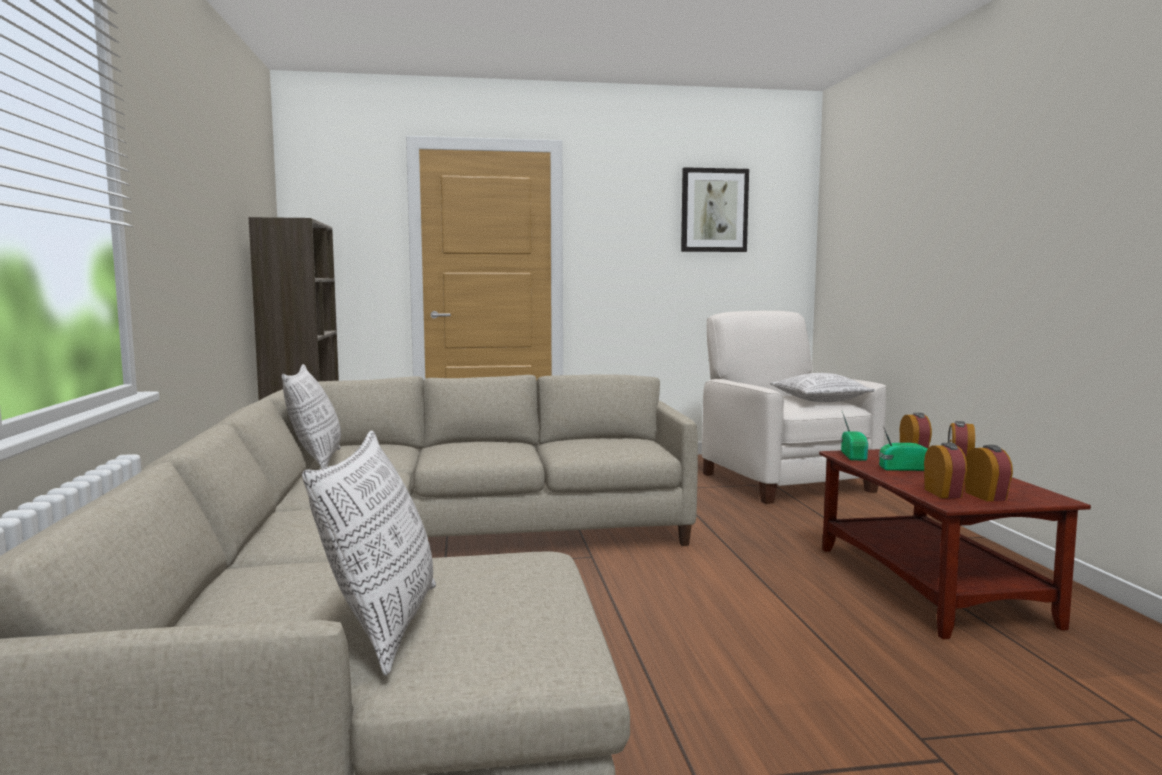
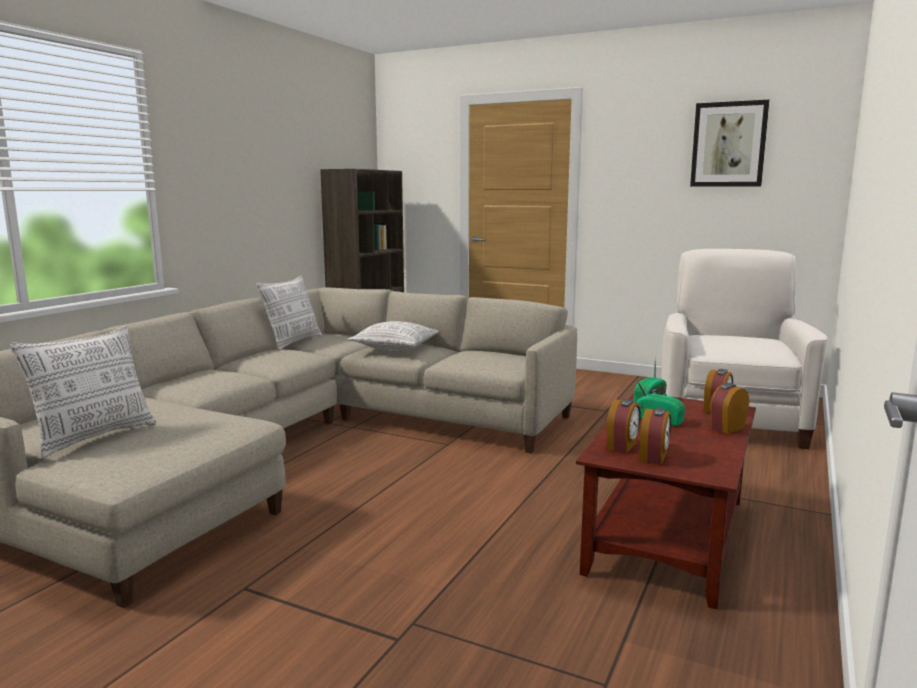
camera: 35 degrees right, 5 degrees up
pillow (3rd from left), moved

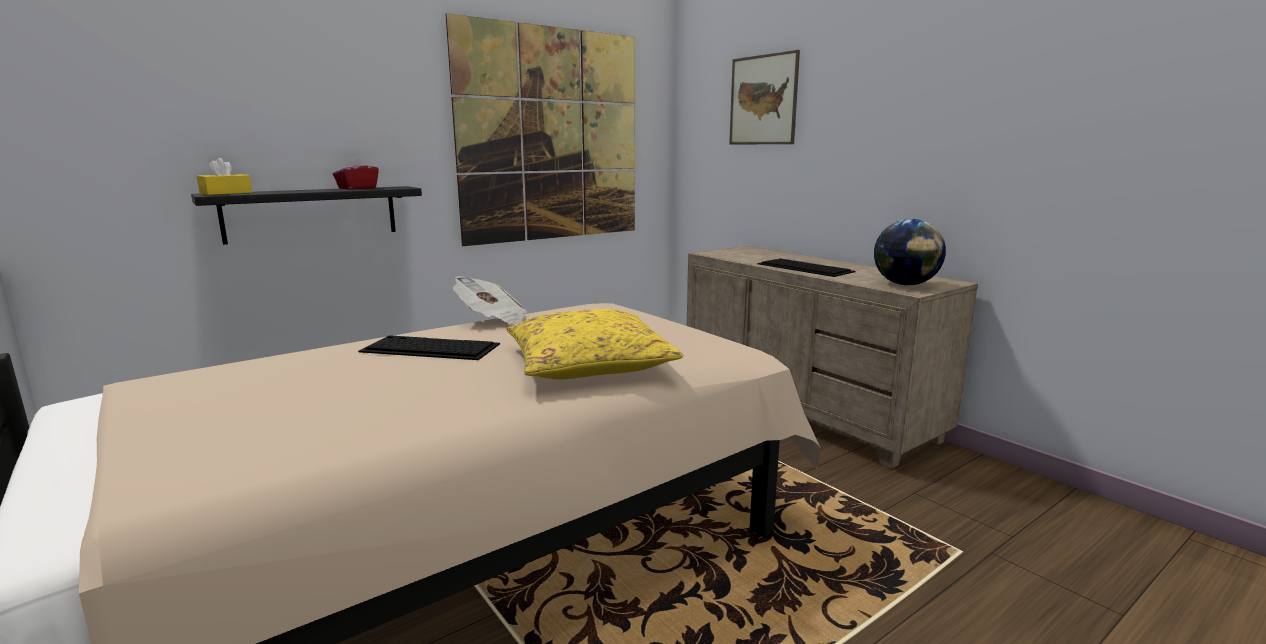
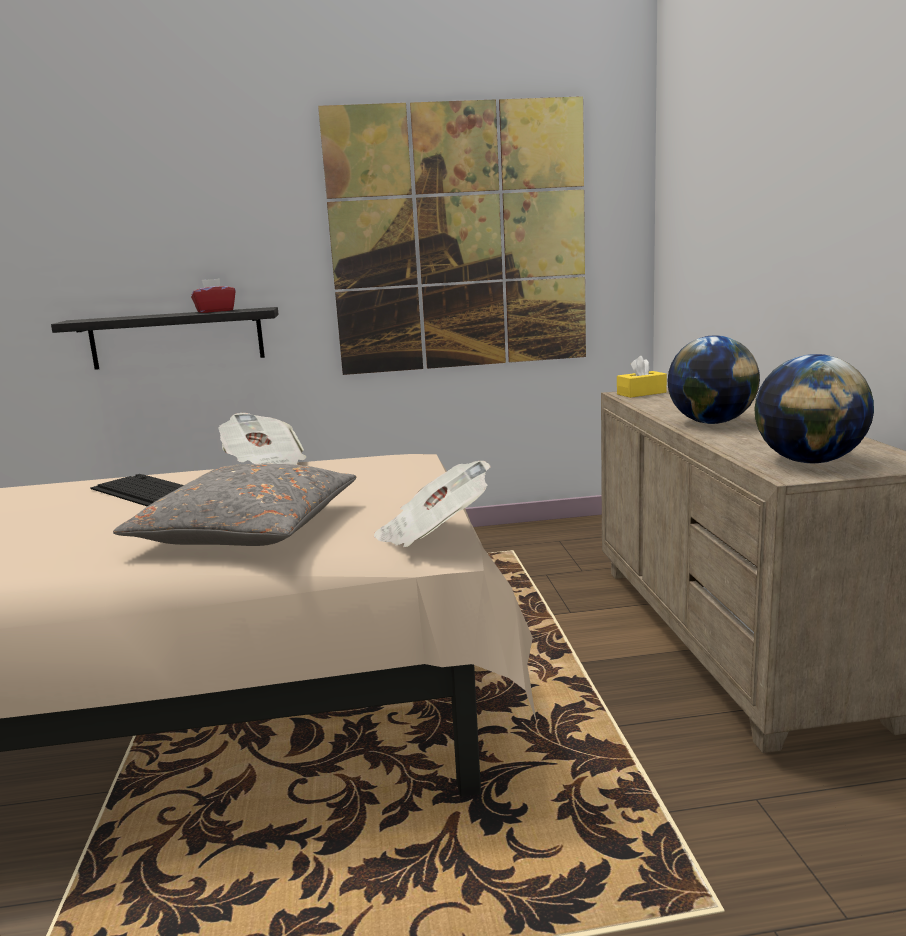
camera: 30 degrees right, 0 degrees up
tissue box (yellow), moved
pillow (yellow) -> pillow (grey)
picture (2nd from left) -> none
keyboard (2nd from left) -> globe (1st from left)
none -> newspaper (2nd from left)

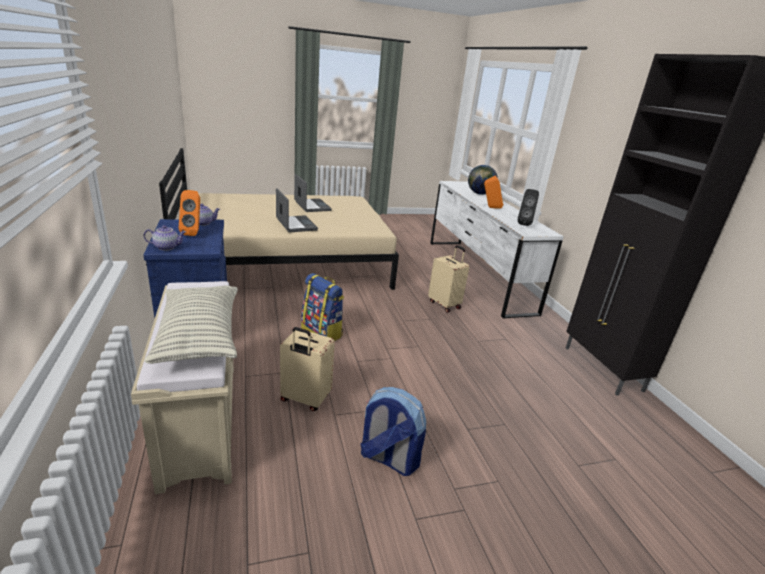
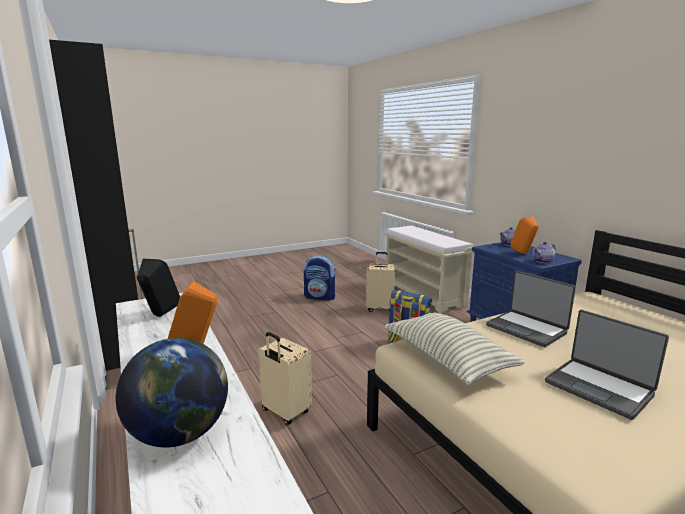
camera: 170 degrees right, 10 degrees down
pillow, moved

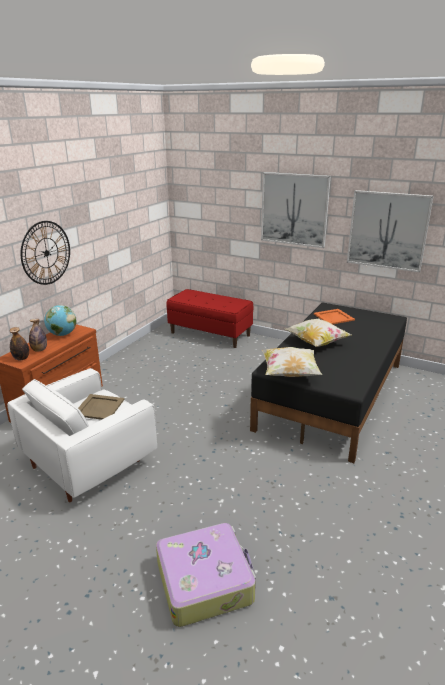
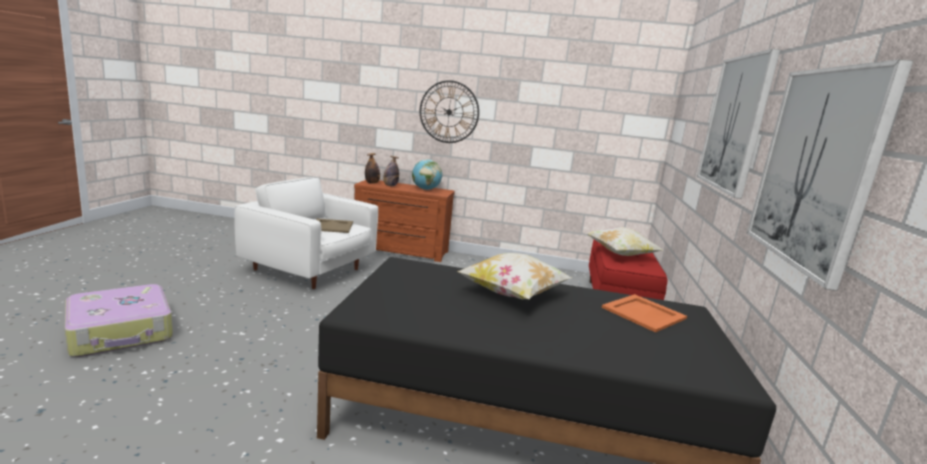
camera: 70 degrees right, 10 degrees down
pillow (1st from left in the first image) -> pillow (2nd from left), moved

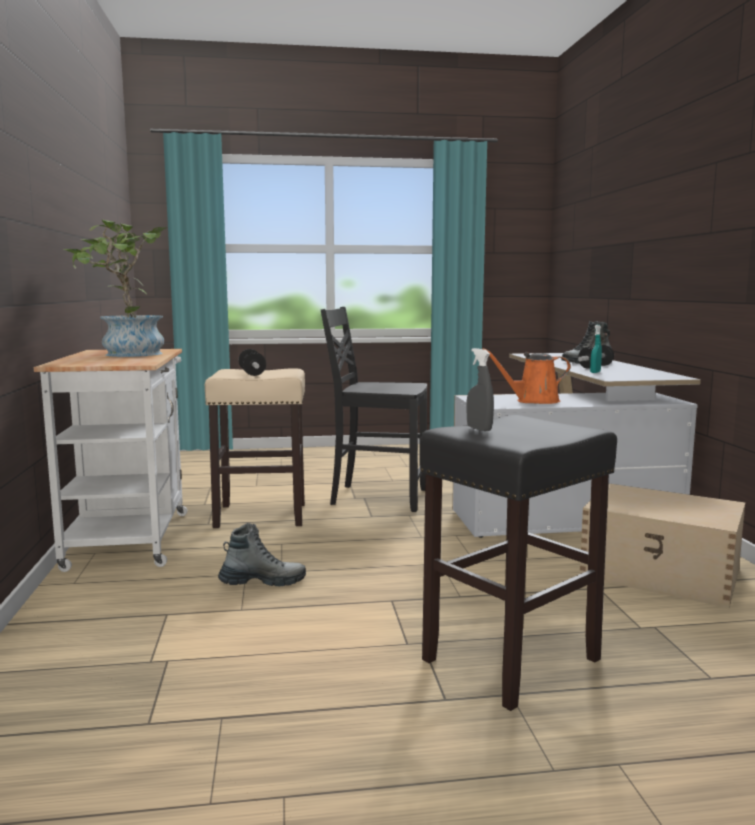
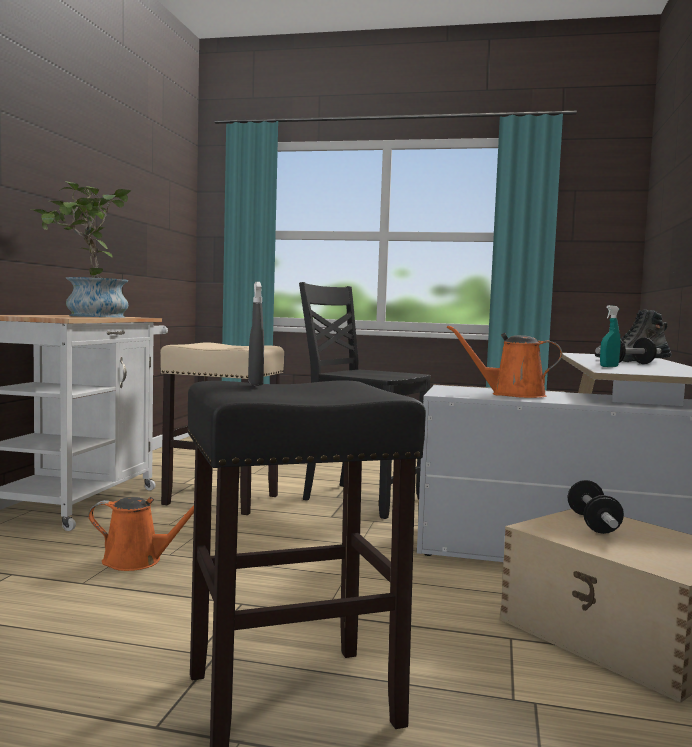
camera: 20 degrees right, 5 degrees down
boot (1st from left) -> watering can (orange) (1st from left)
dumbbell (1st from left), moved

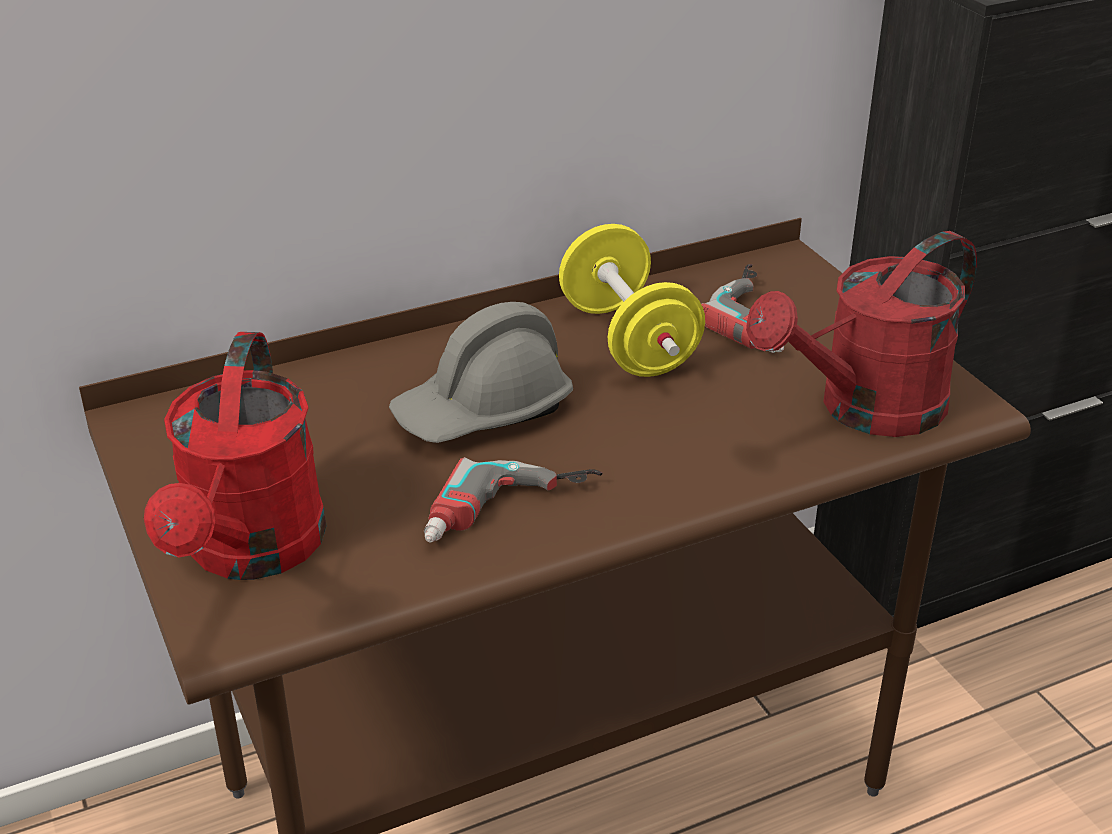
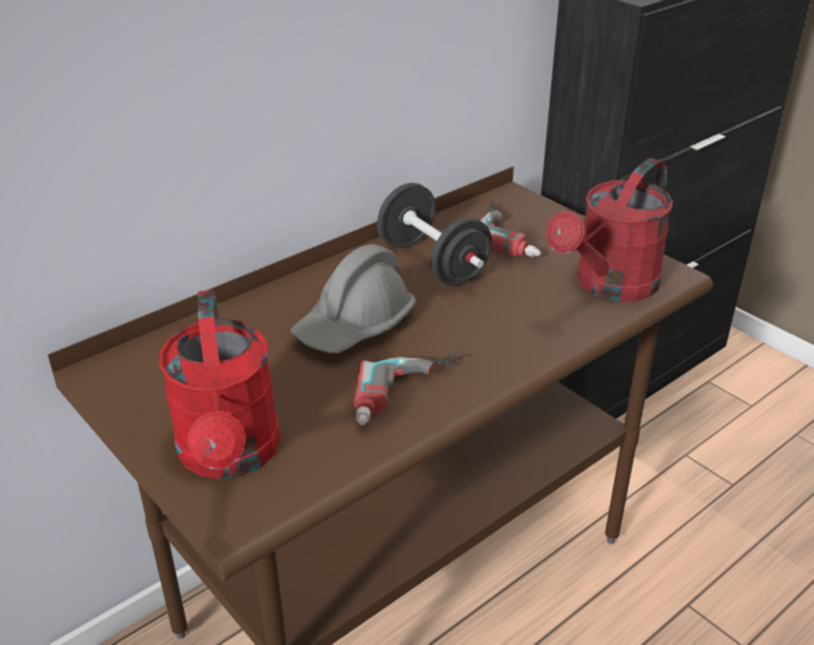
camera: 15 degrees left, 0 degrees up
dumbbell (yellow) -> dumbbell (black)

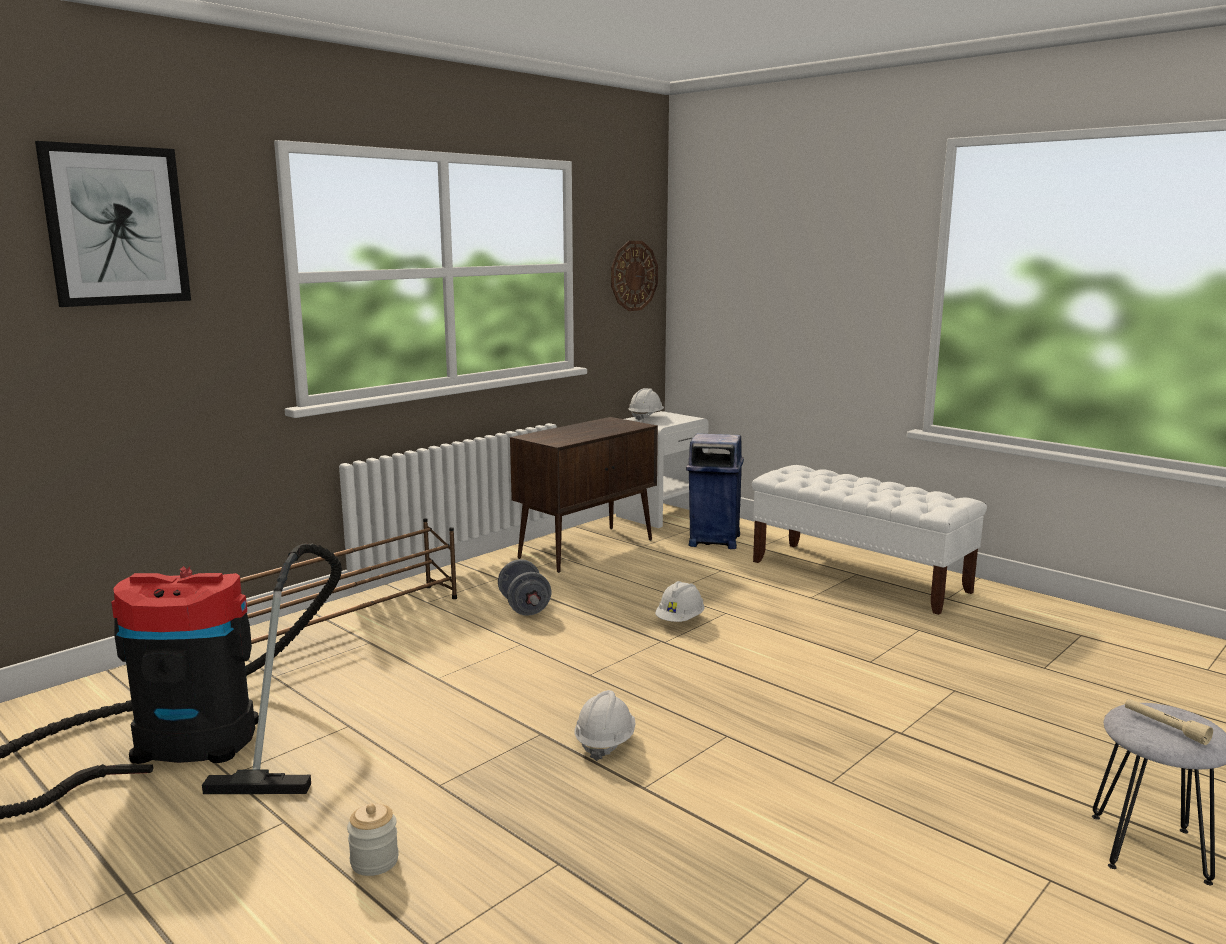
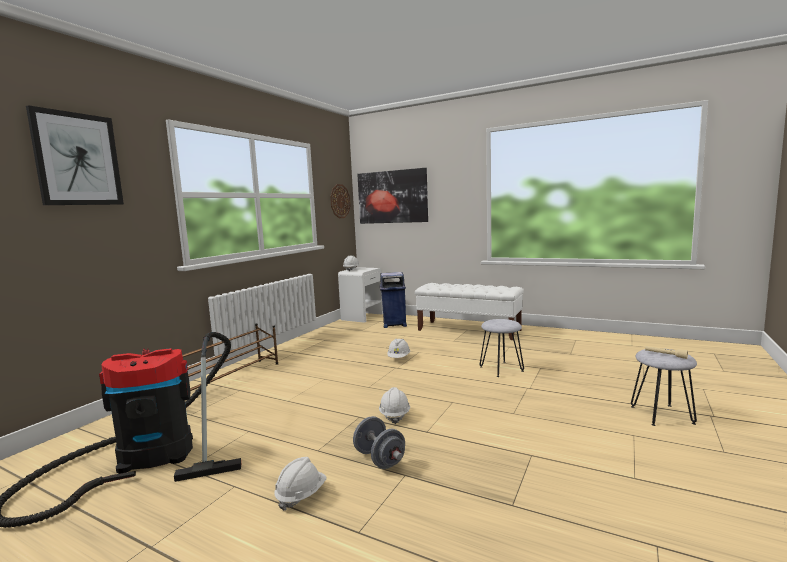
camera: 15 degrees left, 5 degrees down
jar -> hard hat (white) (1st from left)
dumbbell (grey), moved
cabinet (brown) -> none
none -> picture (2nd from left)
none -> stool (grey) (1st from left)

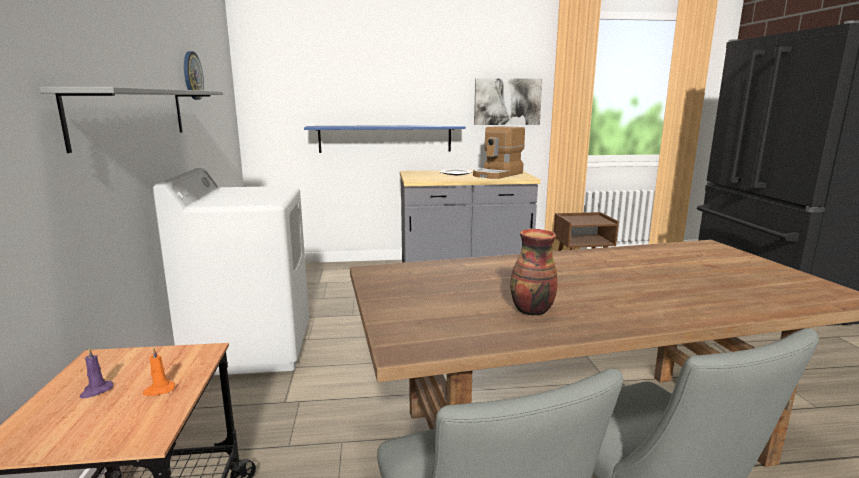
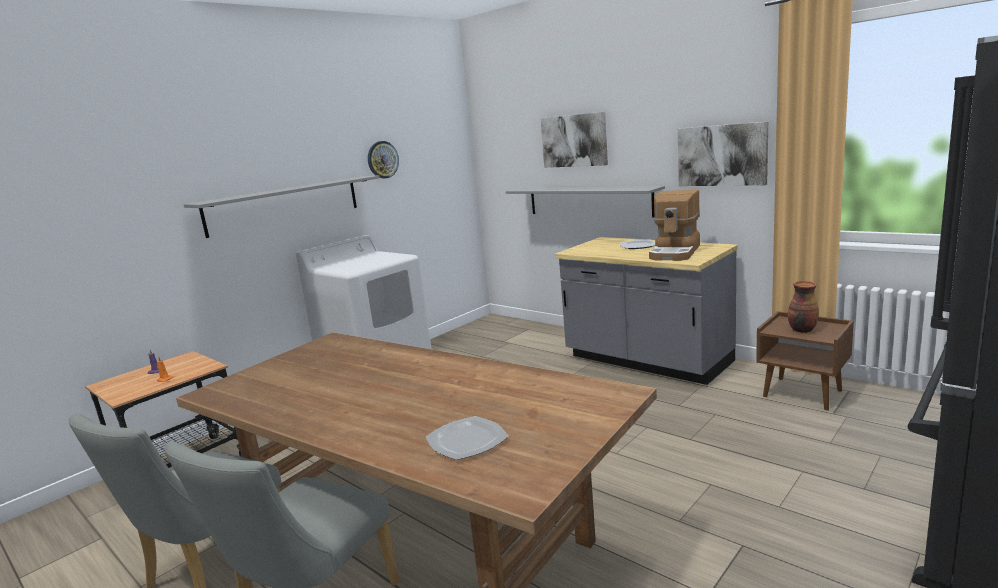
camera: 50 degrees right, 0 degrees up
shelf (blue) -> shelf (grey) (2nd from left)
coffee machine, 60 degrees counterclockwise
vase, moved
none -> plate (1st from left)
none -> picture (1st from left)

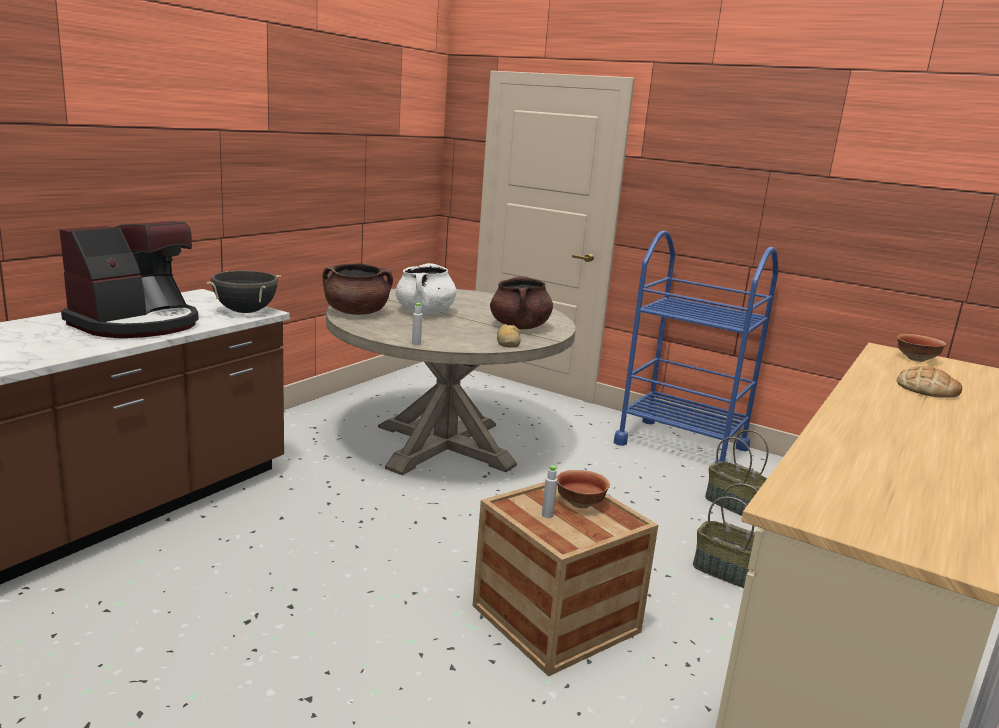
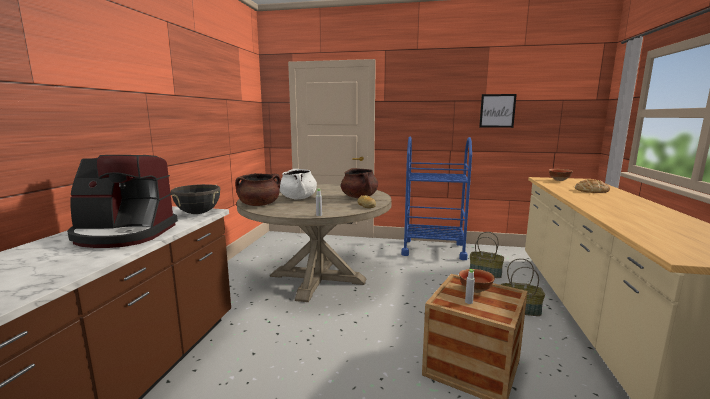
camera: 20 degrees left, 5 degrees down
coffee machine, 75 degrees clockwise
none -> picture

